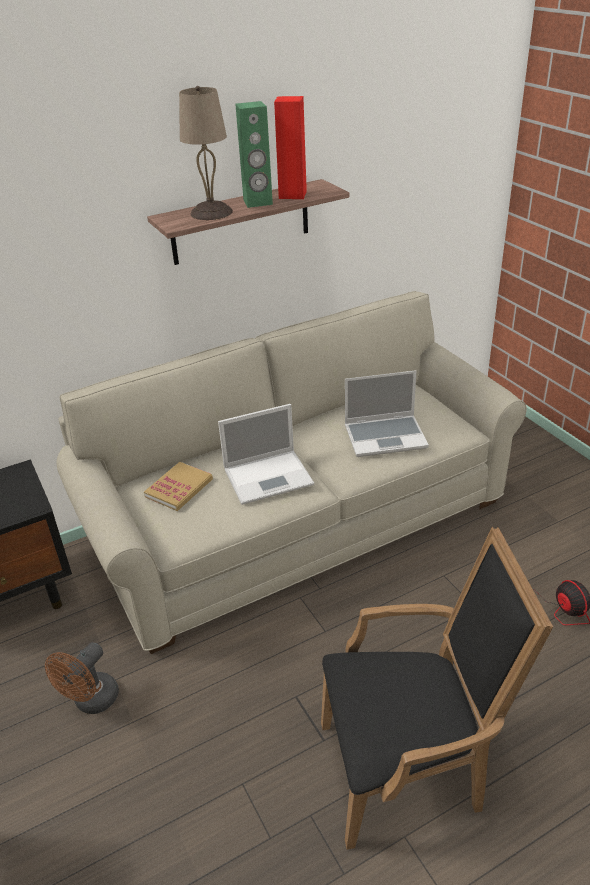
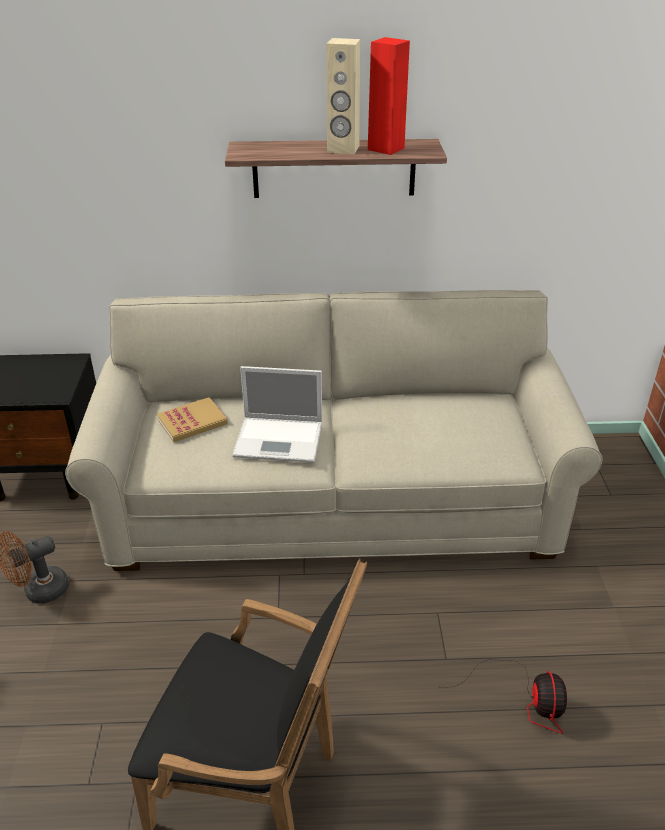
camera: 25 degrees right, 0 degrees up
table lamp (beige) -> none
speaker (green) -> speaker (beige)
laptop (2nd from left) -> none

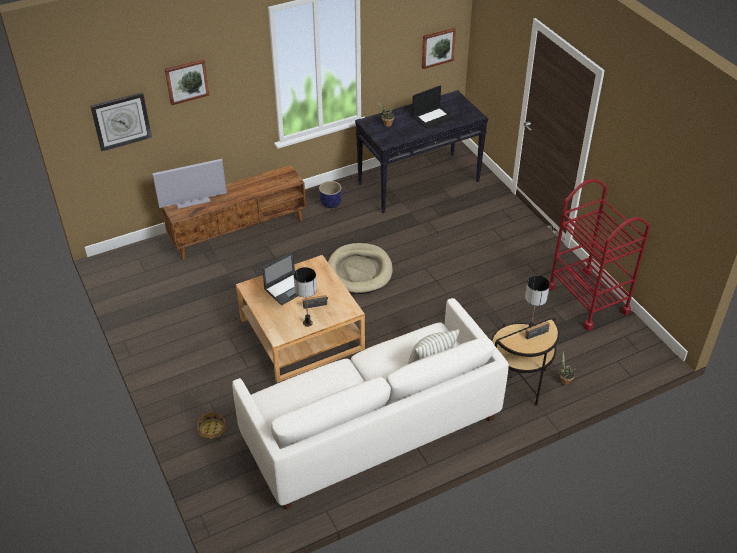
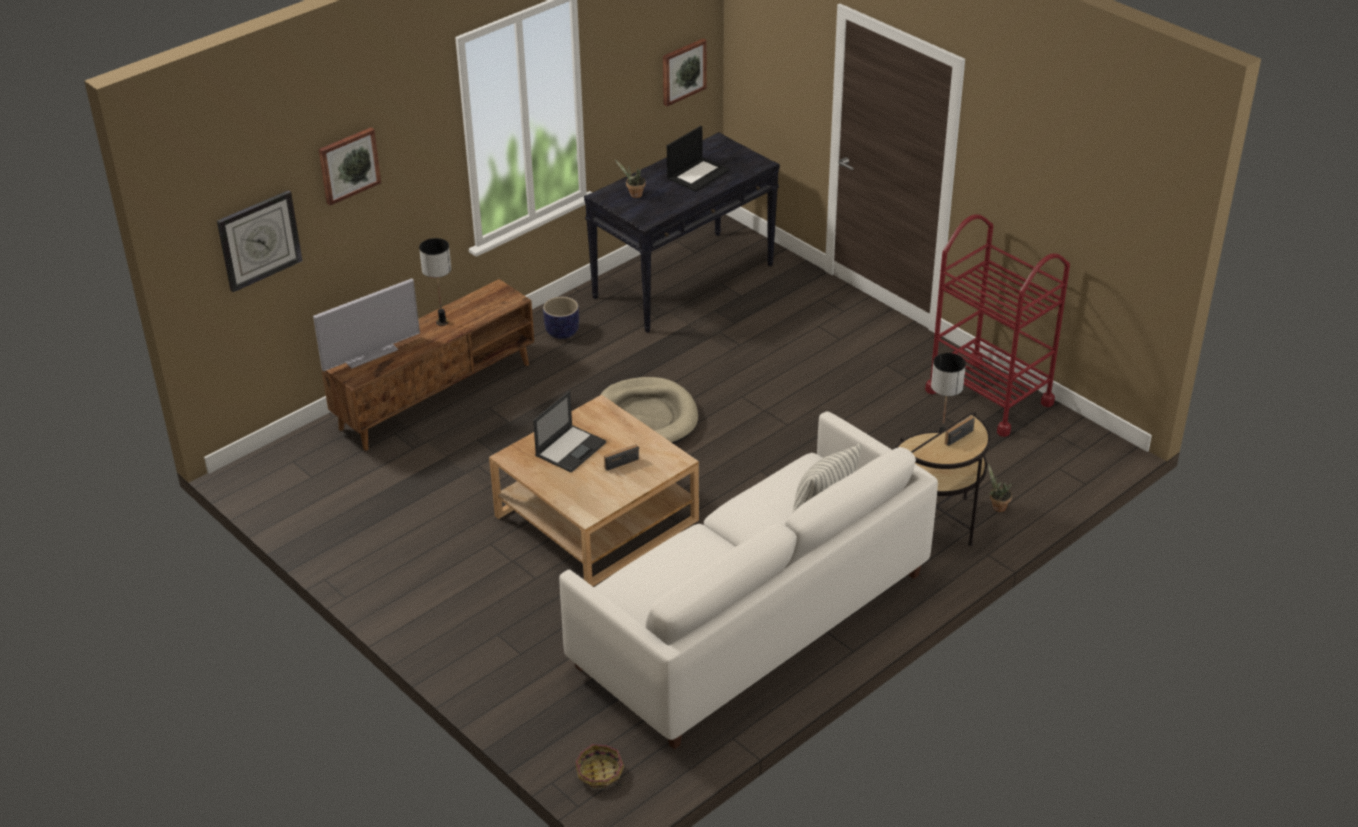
camera: 15 degrees left, 5 degrees down
basket, moved
table lamp (1st from left), moved

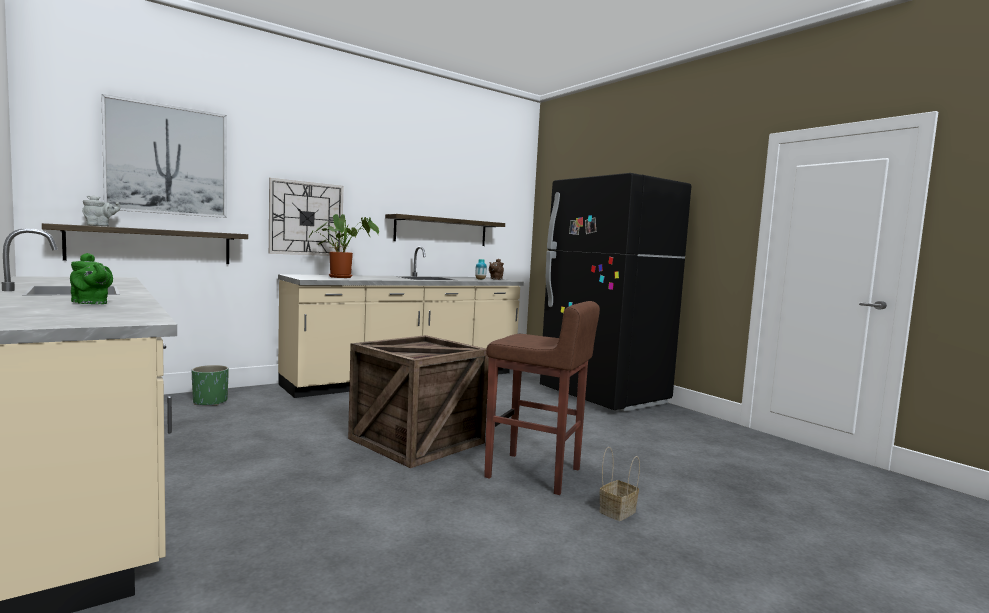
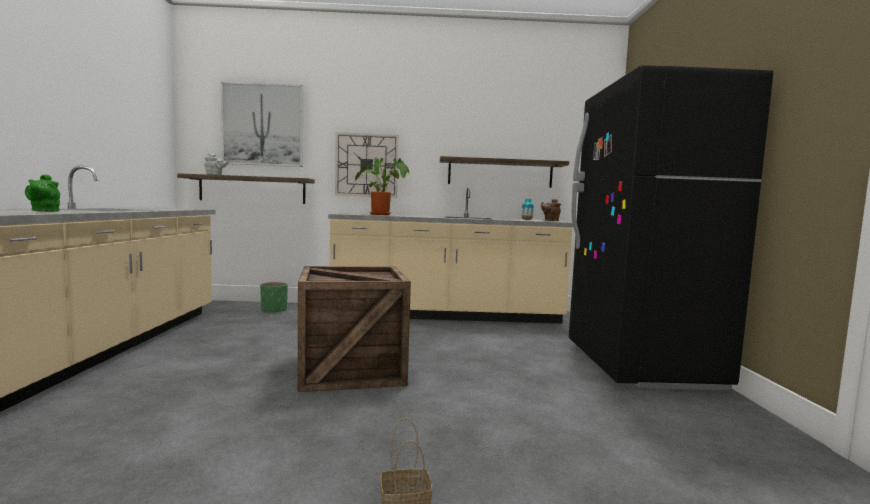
camera: 35 degrees right, 0 degrees up
stool (brown) -> none

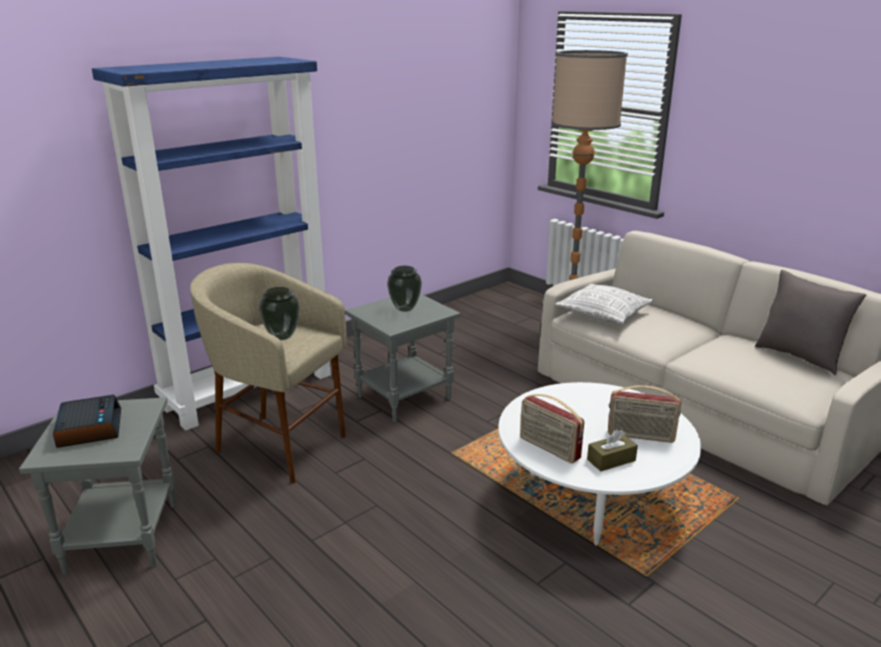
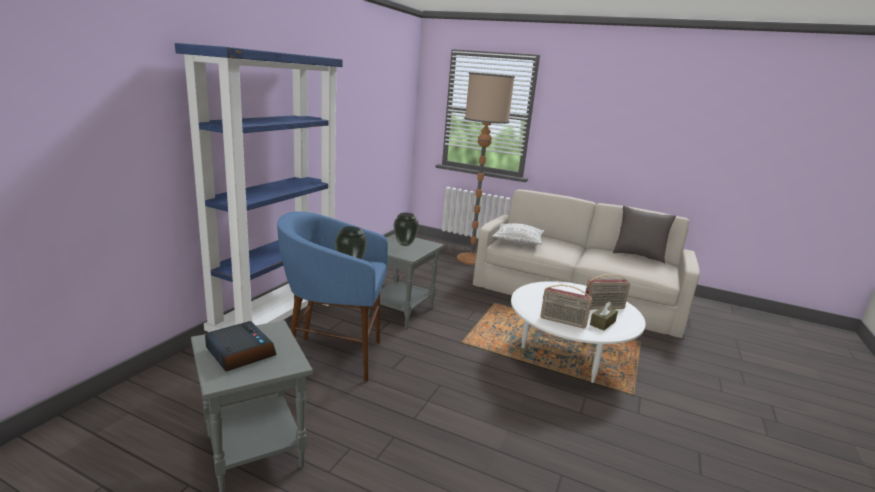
camera: 25 degrees left, 5 degrees down
stool (beige) -> stool (blue)

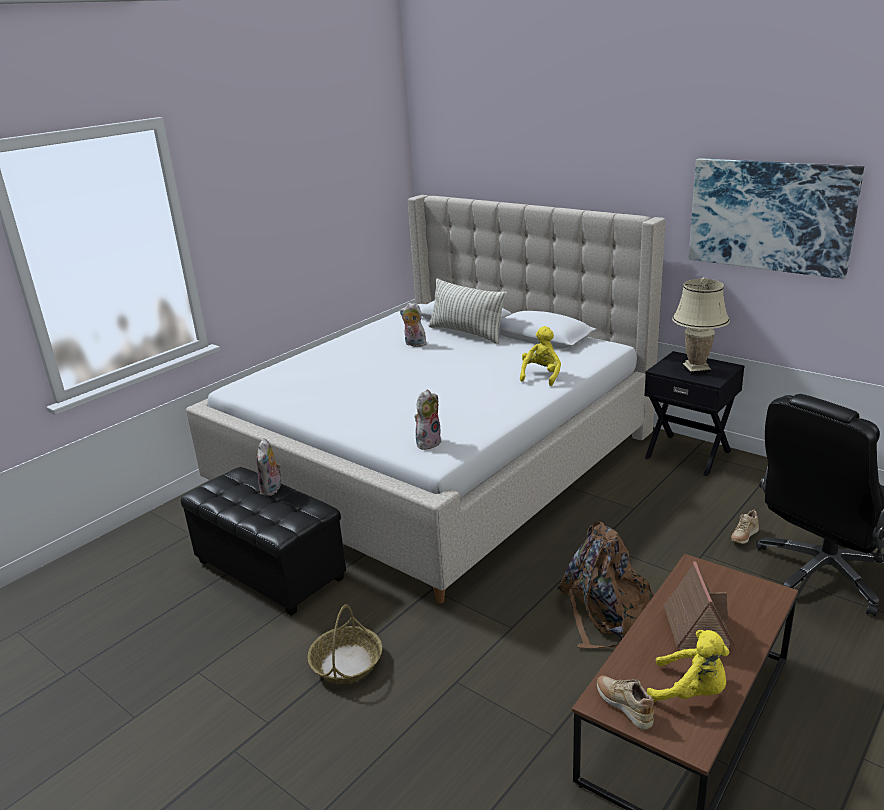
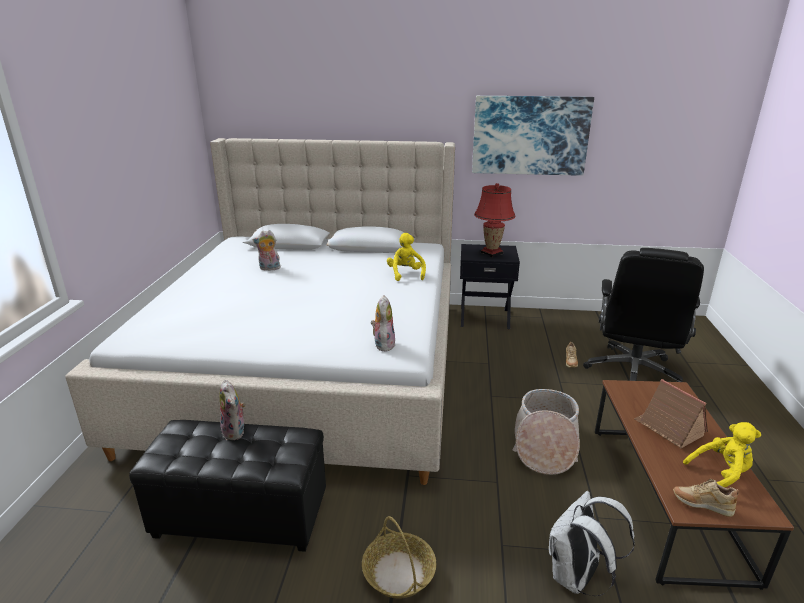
camera: 35 degrees left, 0 degrees up
pillow -> none
backpack (brown) -> basket (2nd from left)
table lamp (beige) -> table lamp (red)
none -> backpack (white)

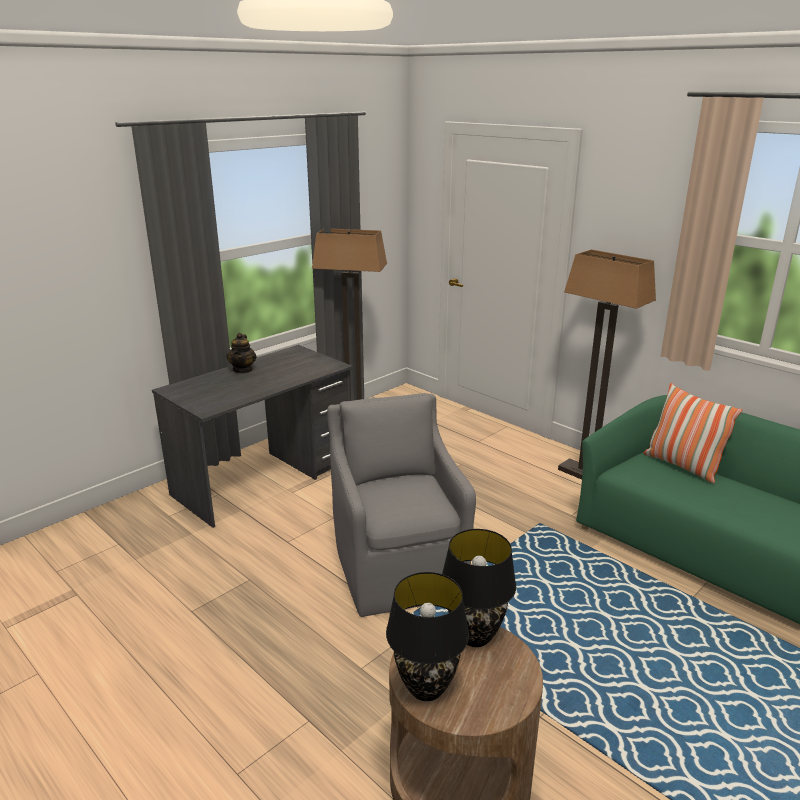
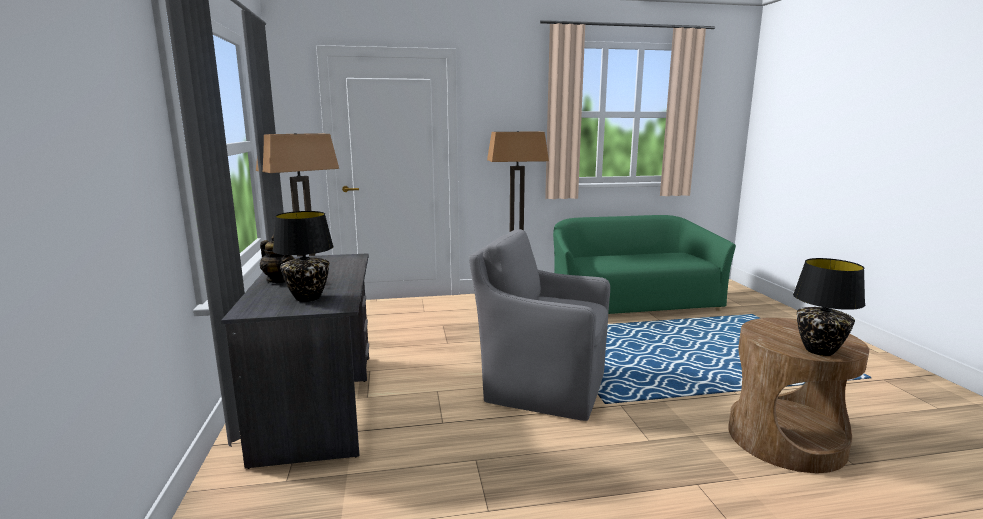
camera: 55 degrees left, 10 degrees down
table lamp (black) (2nd from left in the first image) -> table lamp (black) (1st from left), moved
pillow -> none

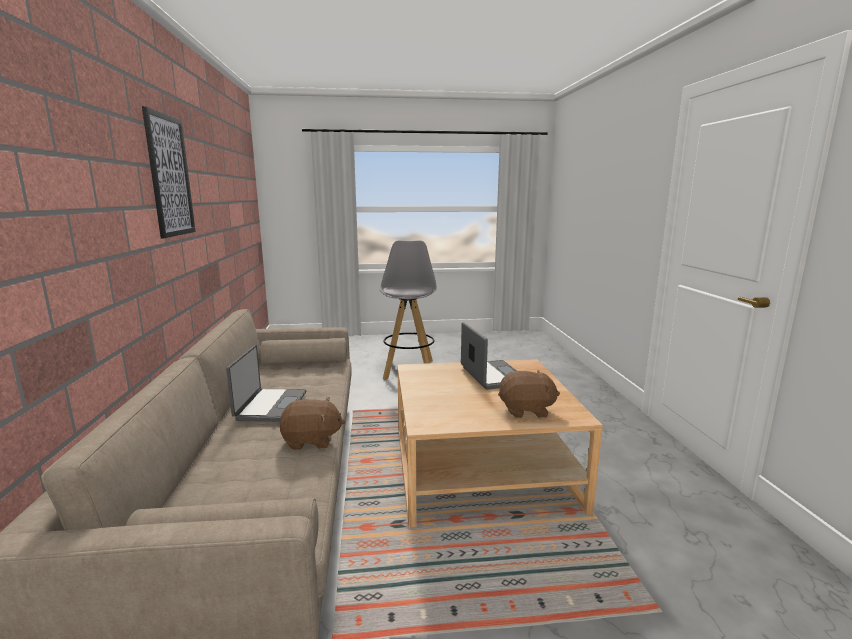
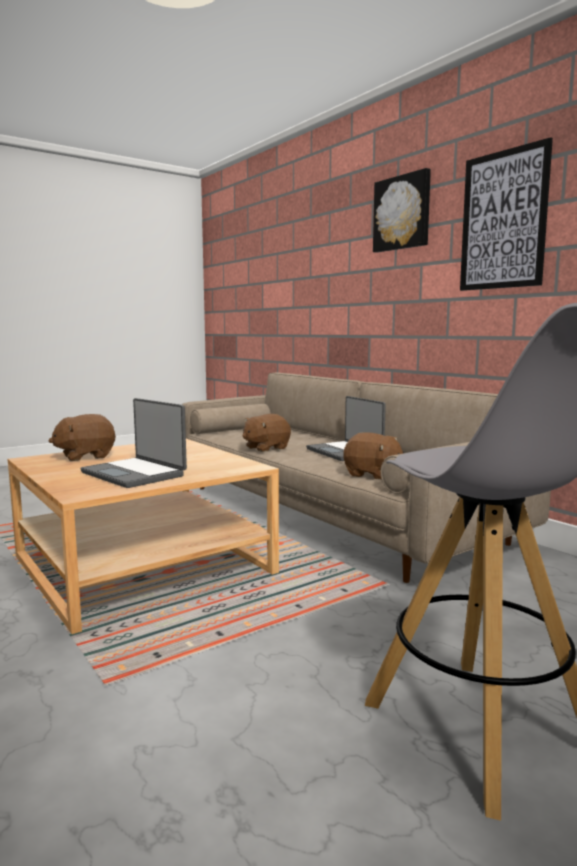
camera: 150 degrees right, 5 degrees down
none -> plush toy (brown) (3rd from left)
none -> picture (1st from left)

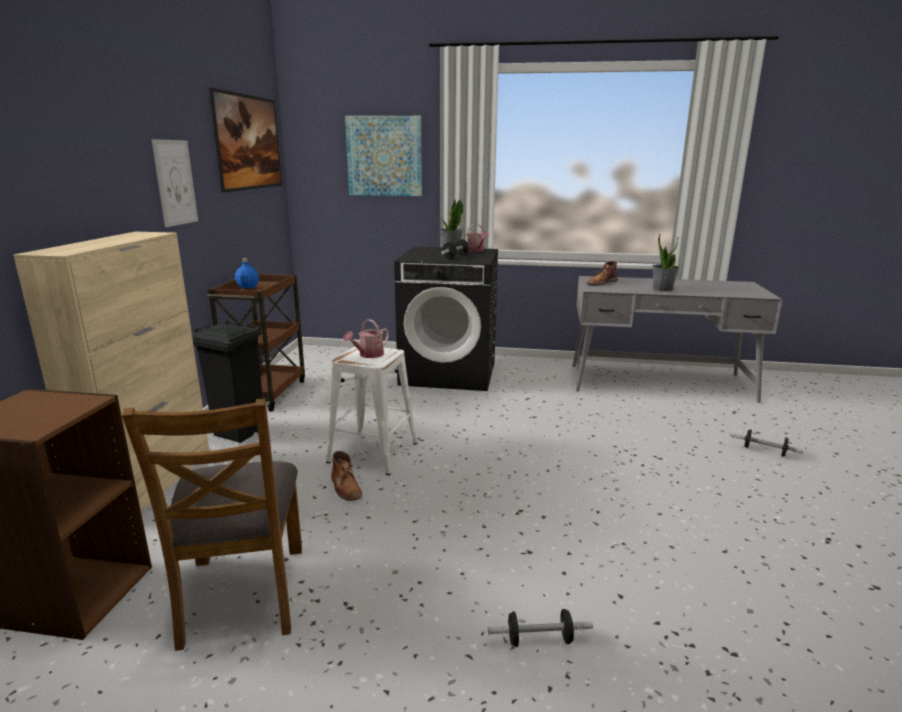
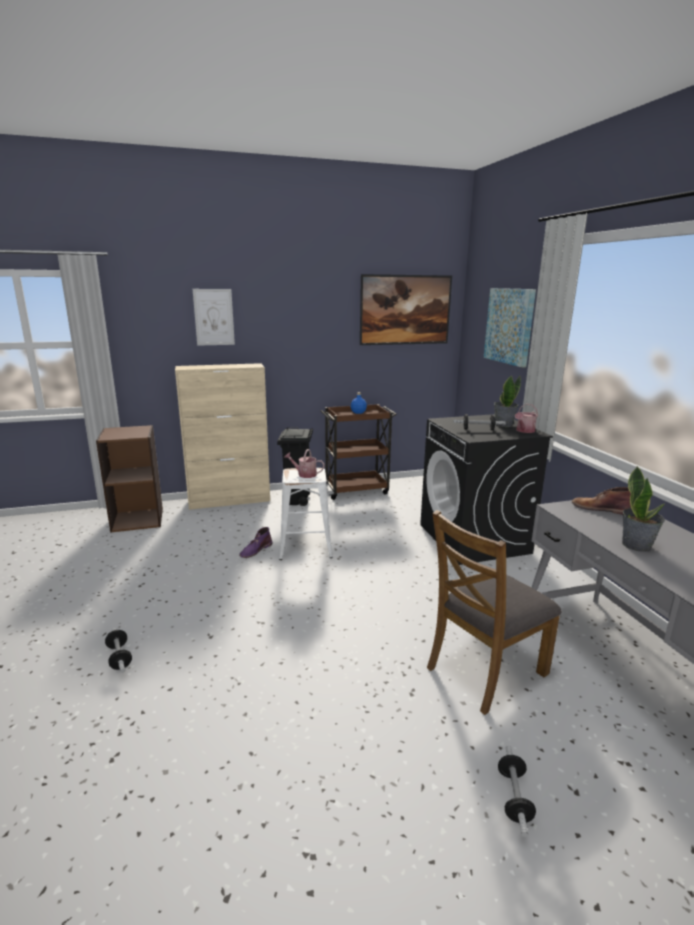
camera: 65 degrees right, 0 degrees up
chair (brown), moved
picture (1st from left), moved
boot (brown) (1st from left) -> boot (purple)

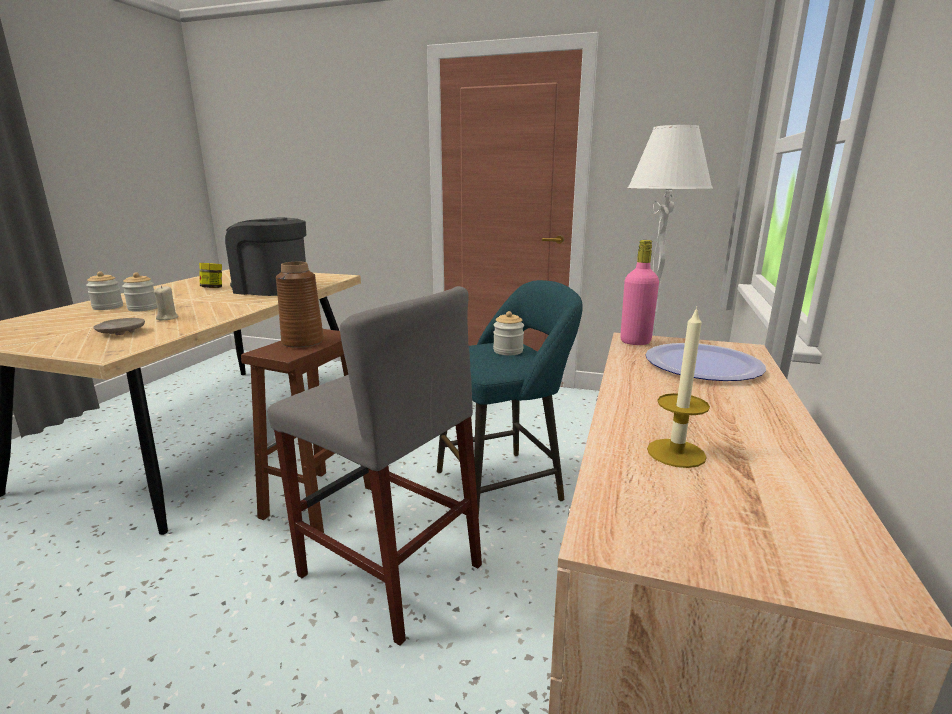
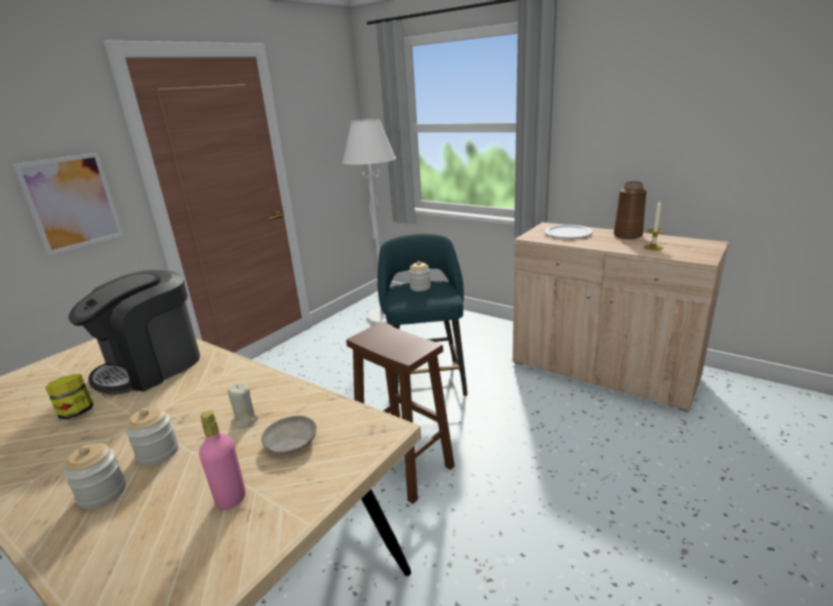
camera: 70 degrees left, 5 degrees up
stool (grey) -> none
vase (brown), moved
bottle (pink), moved
none -> picture

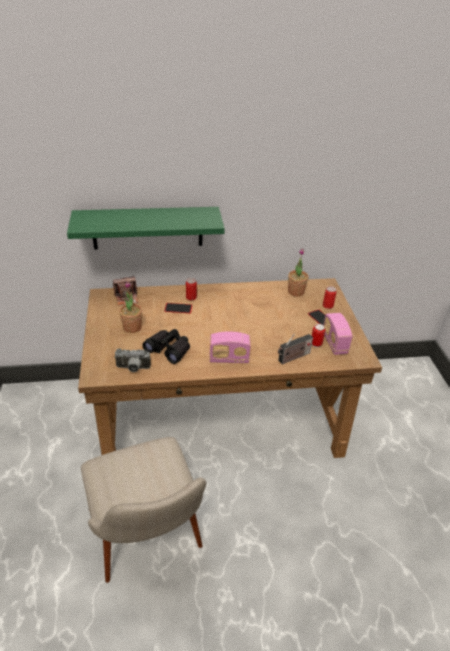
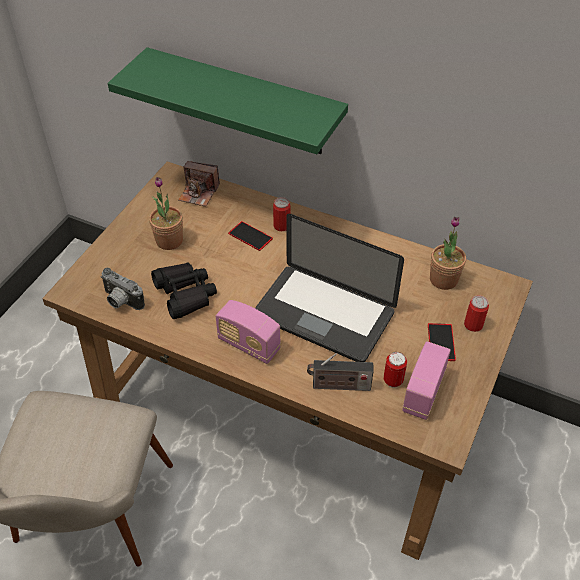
camera: 35 degrees right, 10 degrees up
none -> laptop

